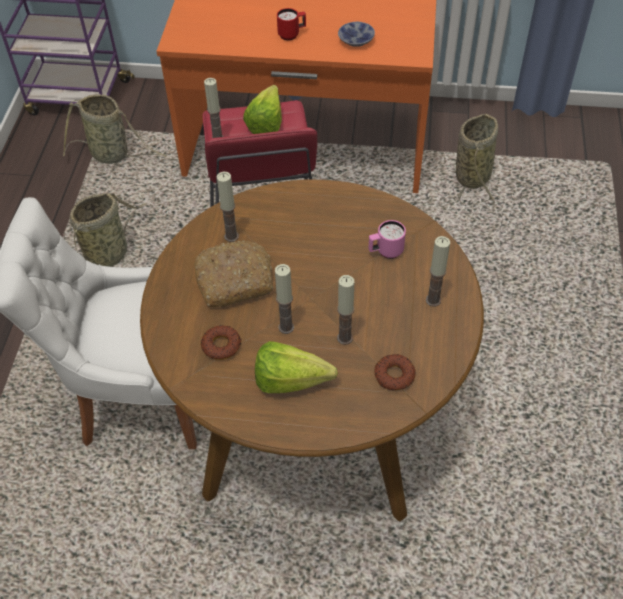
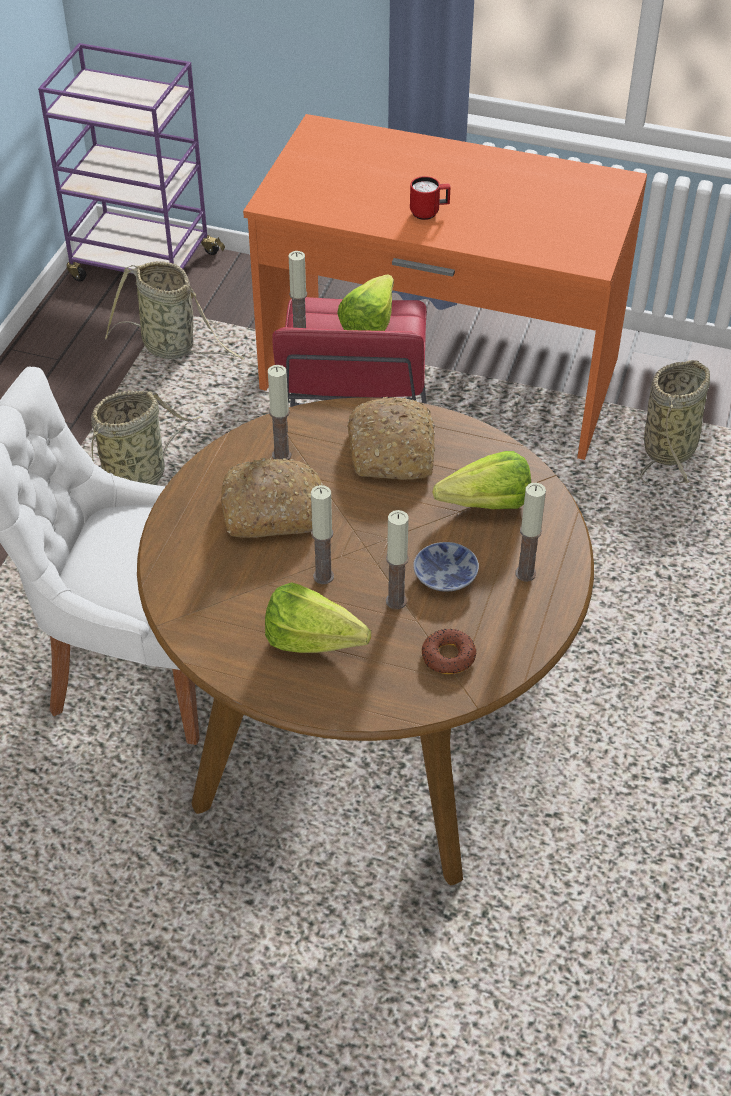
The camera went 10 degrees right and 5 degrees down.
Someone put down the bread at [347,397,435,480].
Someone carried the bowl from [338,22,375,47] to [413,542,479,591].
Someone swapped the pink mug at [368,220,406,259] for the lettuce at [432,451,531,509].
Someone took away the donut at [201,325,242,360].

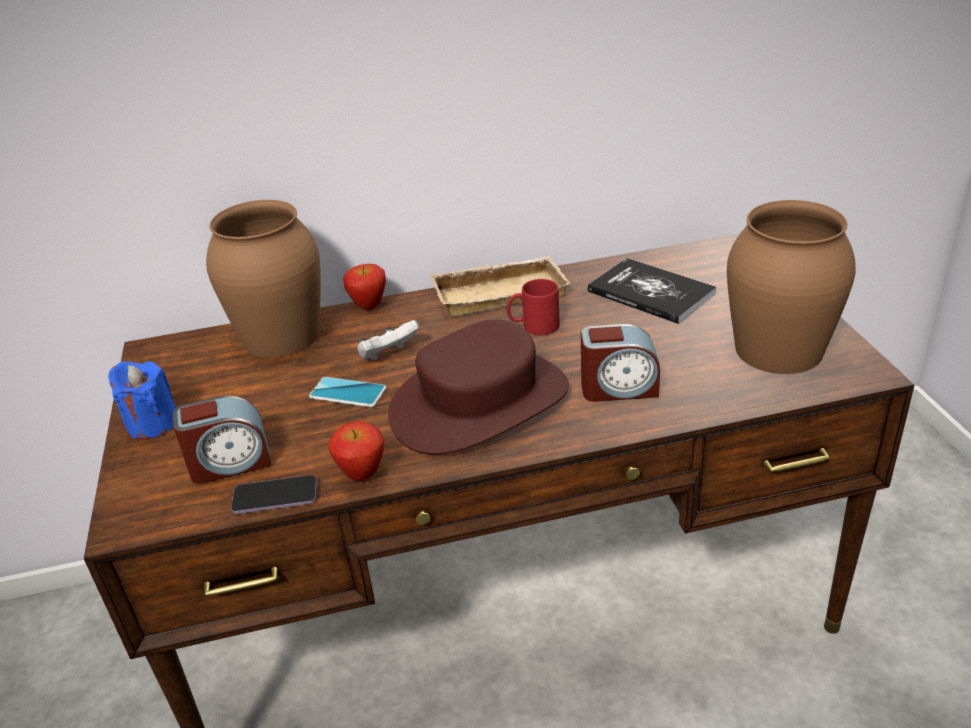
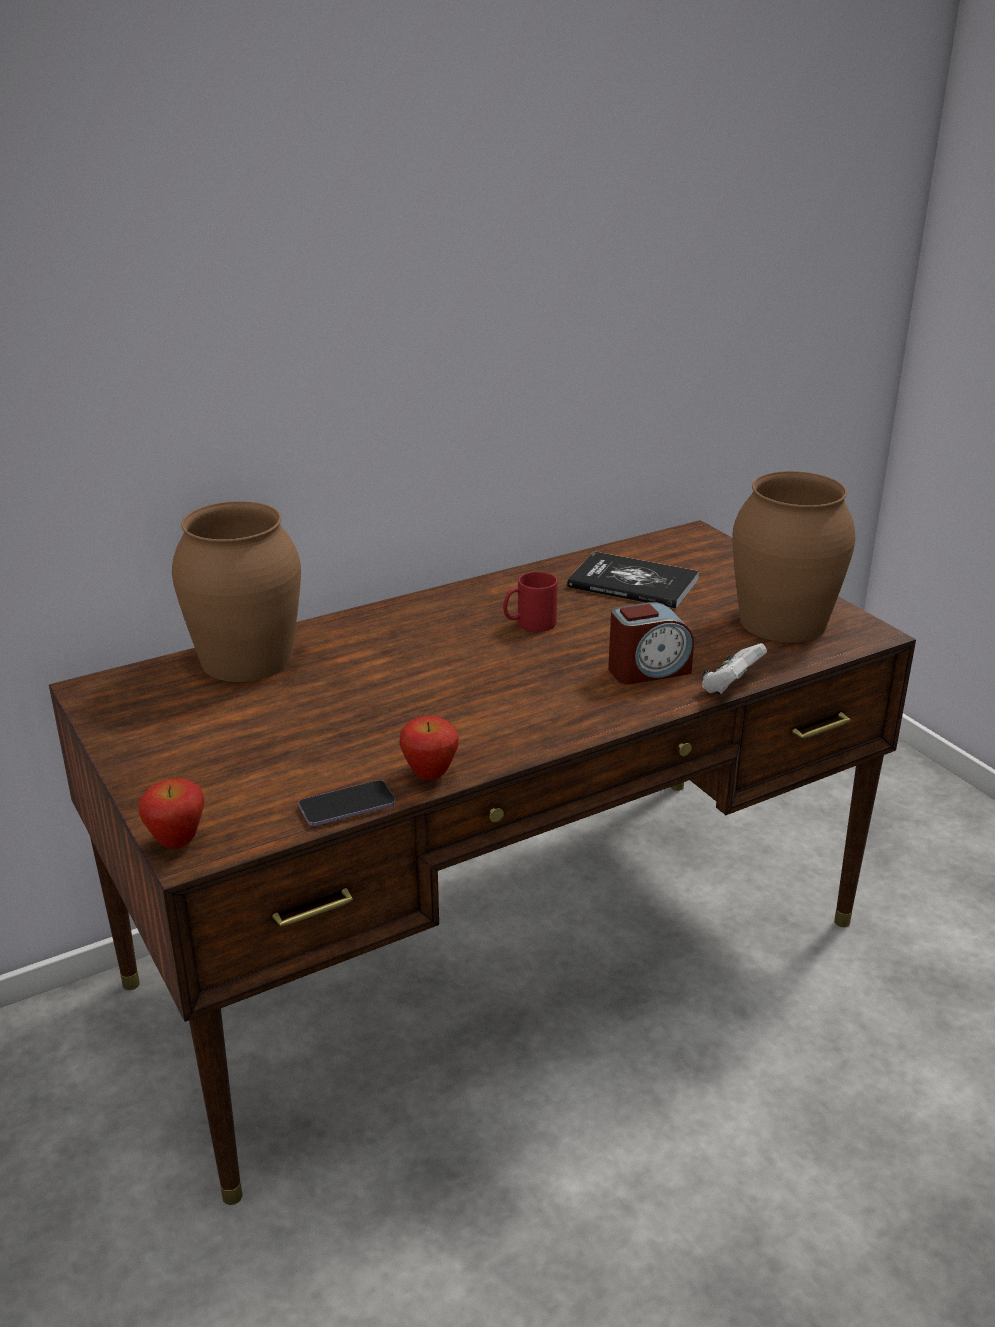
The camera went 20 degrees left and 5 degrees down.
Someone carried the apple from [343,264,386,310] to [138,778,204,849].
Someone carried the white game controller from [358,320,419,361] to [702,643,767,694].
Someone took away the blue candle at [108,361,176,440].
Someone took away the alarm clock at [173,395,272,484].
Someone took away the phone at [309,377,386,407].
Someone took away the brown hat at [388,320,569,455].
Someone took away the beige tray at [430,256,570,316].

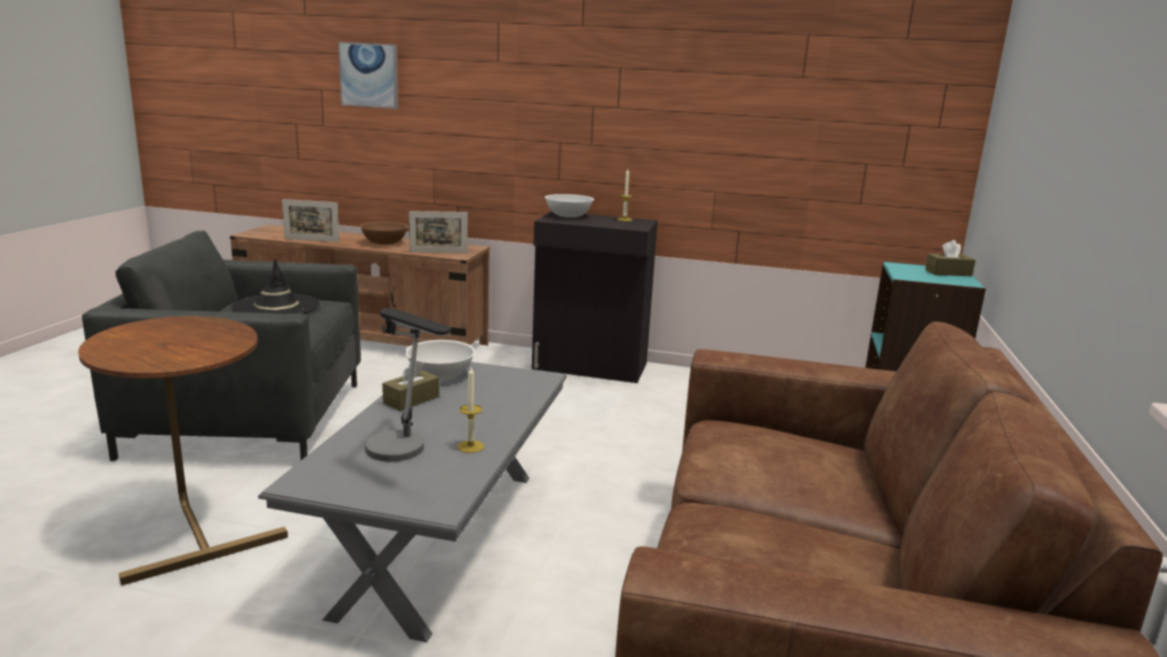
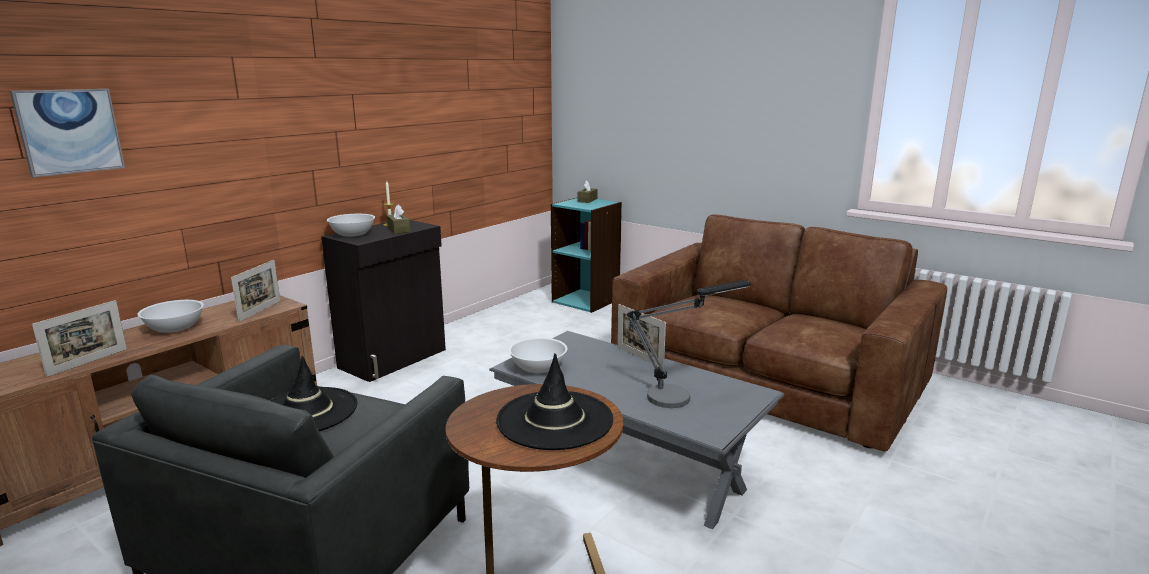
The camera went 65 degrees left and 0 degrees up.
Someone repainted the brown bowl at [360,222,408,245], which became the white bowl at [138,300,204,333].
Someone carried the brown tissue box from [382,361,439,411] to [387,205,411,234].
Someone put down the black hat at [496,353,613,450].
Someone put down the picture frame at [617,304,666,368].
Someone took away the candle at [457,367,484,453].

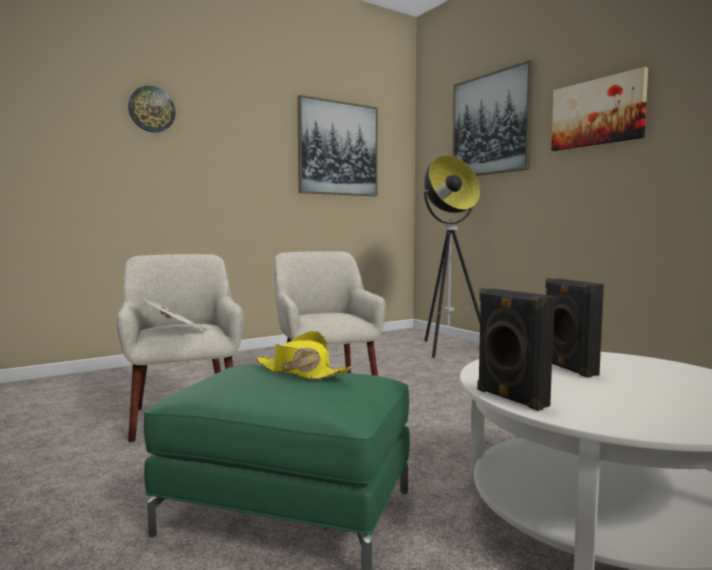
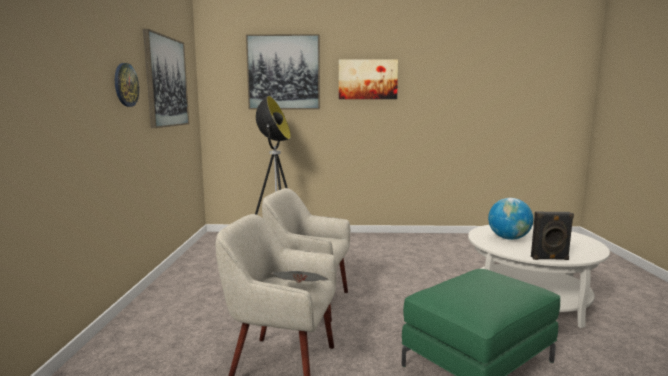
The camera went 55 degrees left and 5 degrees up.
Someone carried the wall clock from [128,86,176,133] to [115,63,139,107].
Someone swapped the black speaker at [545,278,604,378] for the globe at [488,198,534,240].
Someone took away the yellow hat at [256,331,353,380].

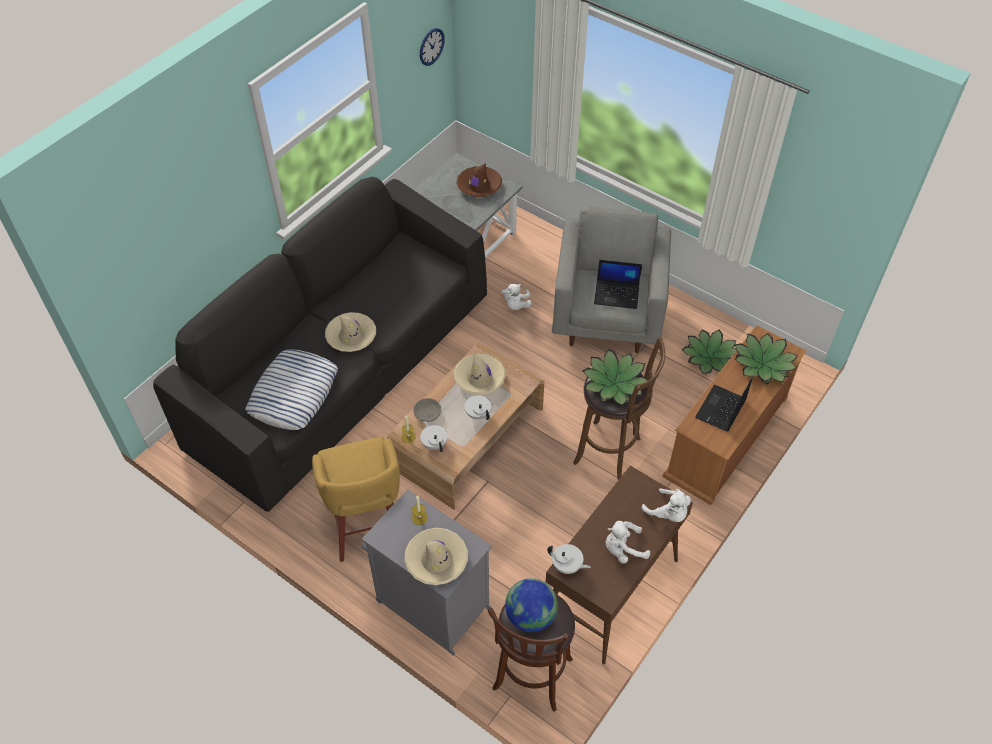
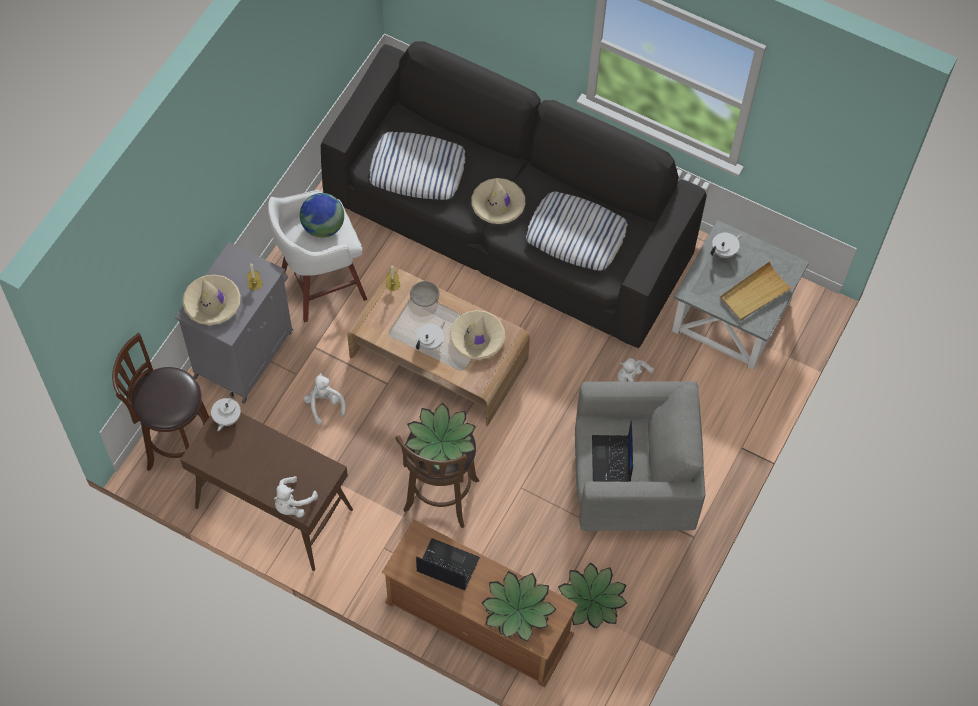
The camera went 80 degrees right and 10 degrees up.
Someone repainted the yellow stool at [312,437,400,562], which became the white stool at [267,190,367,322].
Someone carried the globe from [505,578,558,632] to [300,193,344,238].
Someone carried the white plush toy from [606,521,650,564] to [303,373,346,425].
Someone put down the pillow at [526,192,628,271].
Someone carried the white teapot from [420,421,447,452] to [711,233,743,258].
Someone swapped the brown hat at [457,163,502,197] for the beige tray at [720,261,793,321].
Someone took away the wall clock at [420,28,445,66].

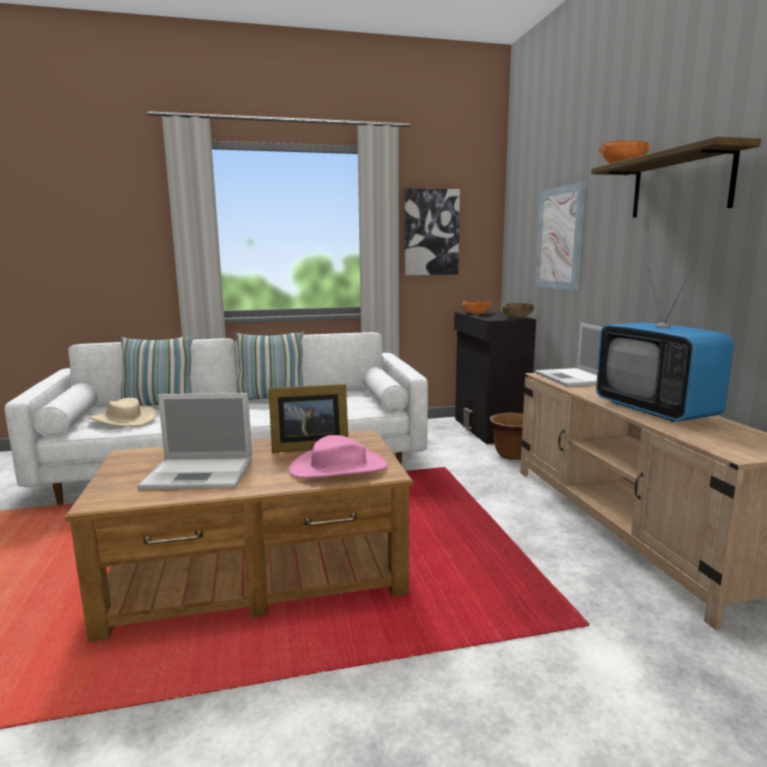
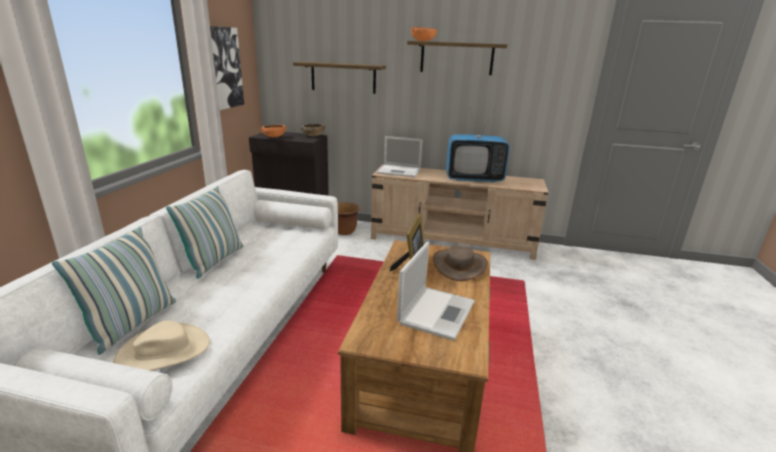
The camera went 65 degrees left and 10 degrees up.
Someone swapped the picture at [535,182,586,291] for the shelf at [293,61,386,94].
Someone repainted the pink hat at [289,435,388,478], which became the brown hat at [433,245,488,281].

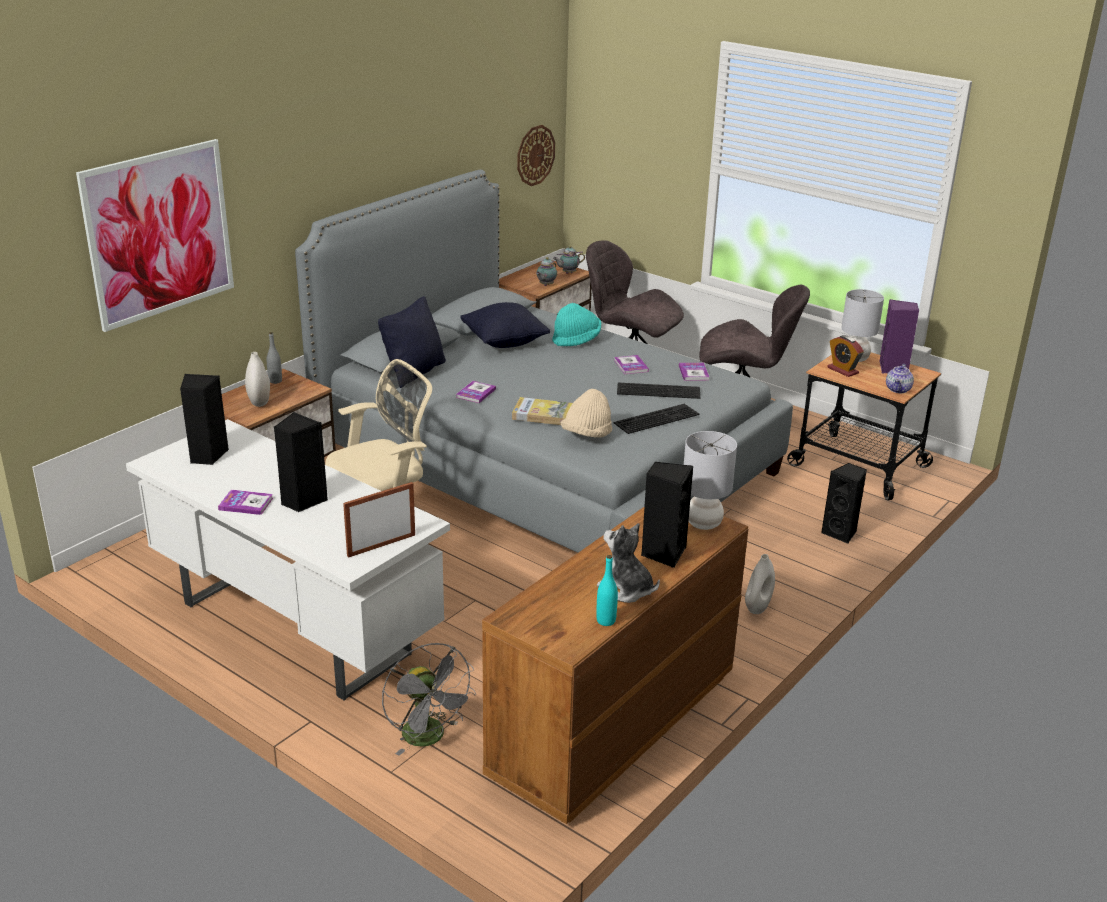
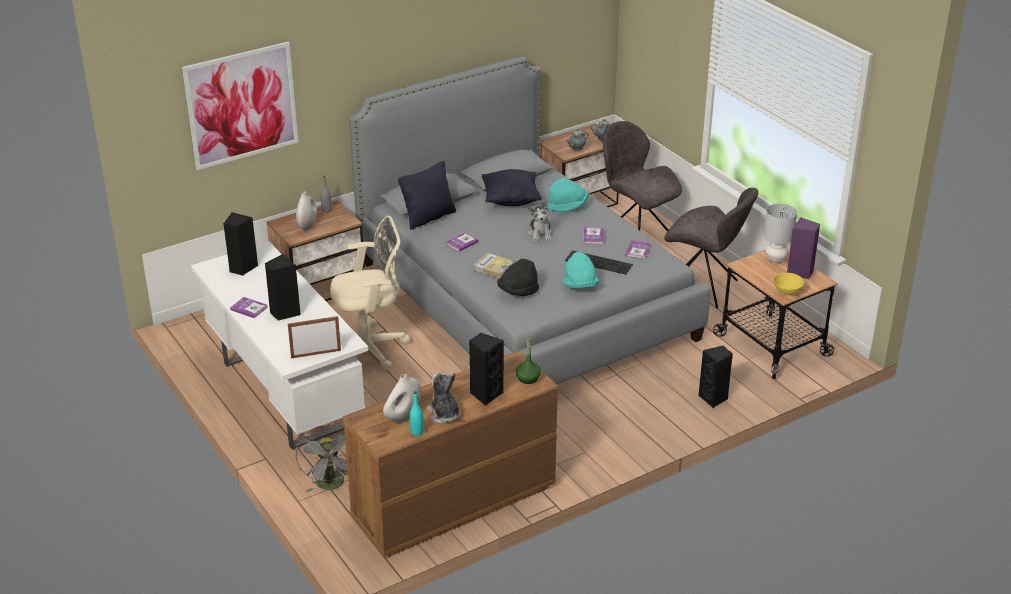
The camera went 20 degrees right and 5 degrees up.
Someone carried the white vase from [745,554,775,614] to [383,374,422,423].
Someone repainted the beige hat at [560,389,612,438], which became the black hat at [497,259,539,296].
Someone swapped the grey table lamp at [684,431,737,530] for the green bottle at [516,339,541,384].
Someone put down the plush toy at [528,201,553,242].
Someone swapped the keyboard at [614,404,699,434] for the turquoise hat at [563,252,599,288].
Someone swapped the teapot at [886,364,914,393] for the yellow bowl at [774,273,804,295].
Someone took away the wall clock at [517,125,555,186].
Someone took away the alarm clock at [827,335,864,377].

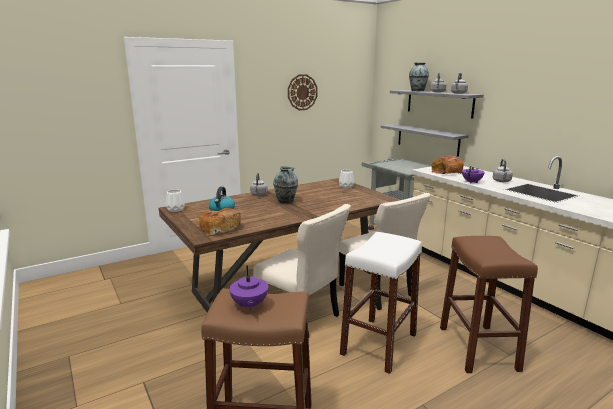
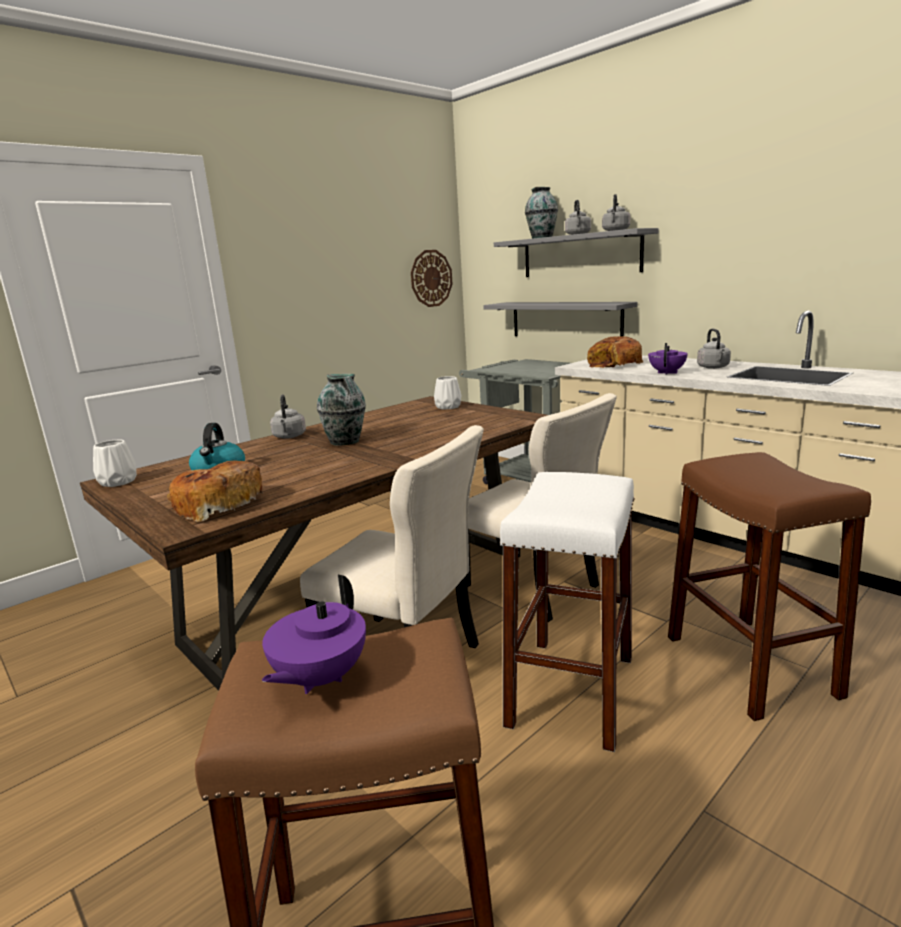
The camera went 10 degrees left and 0 degrees up.
Someone rotated the purple teapot at [229,265,268,311] by 45 degrees clockwise.
Someone carried the wall clock from [288,74,317,110] to [411,250,452,307].

